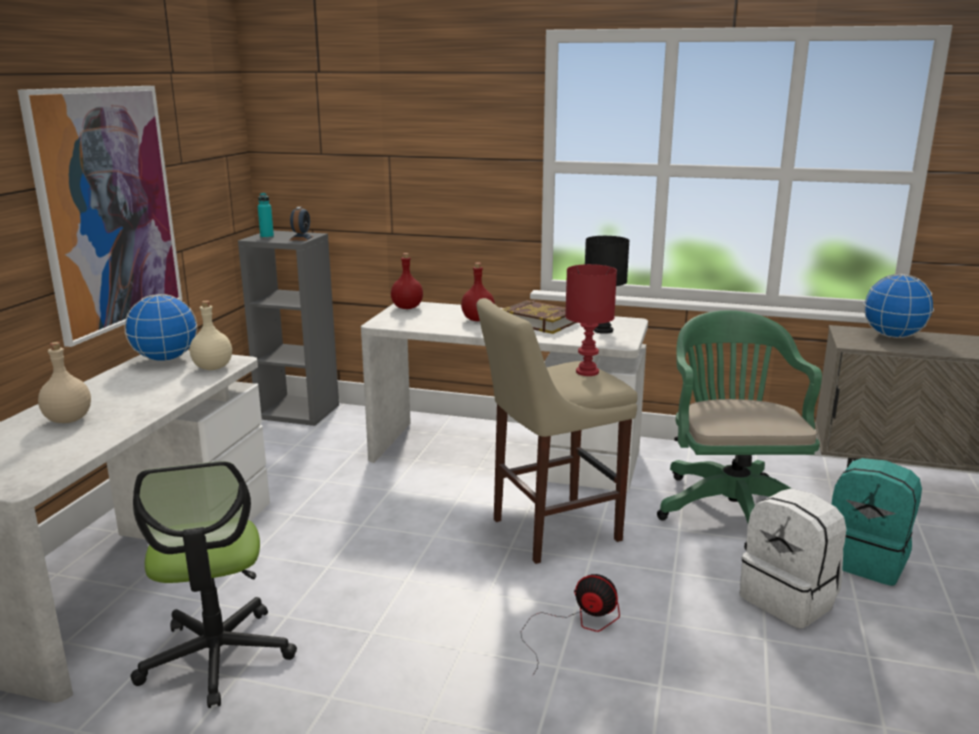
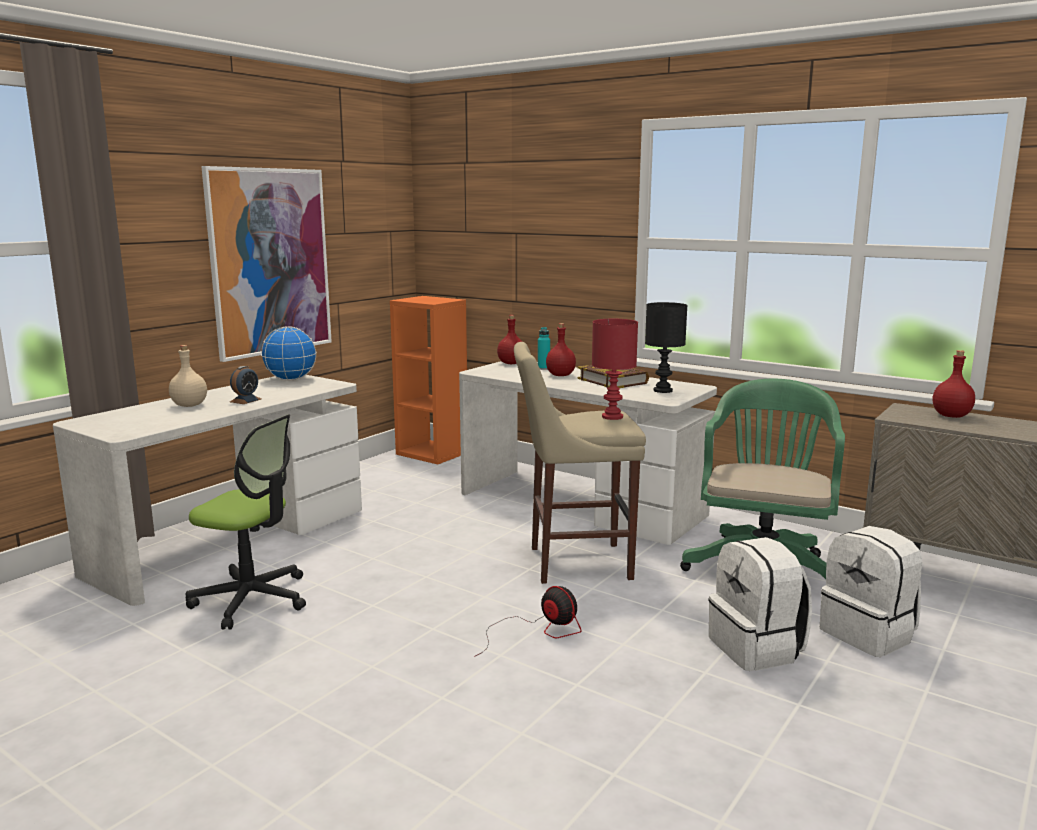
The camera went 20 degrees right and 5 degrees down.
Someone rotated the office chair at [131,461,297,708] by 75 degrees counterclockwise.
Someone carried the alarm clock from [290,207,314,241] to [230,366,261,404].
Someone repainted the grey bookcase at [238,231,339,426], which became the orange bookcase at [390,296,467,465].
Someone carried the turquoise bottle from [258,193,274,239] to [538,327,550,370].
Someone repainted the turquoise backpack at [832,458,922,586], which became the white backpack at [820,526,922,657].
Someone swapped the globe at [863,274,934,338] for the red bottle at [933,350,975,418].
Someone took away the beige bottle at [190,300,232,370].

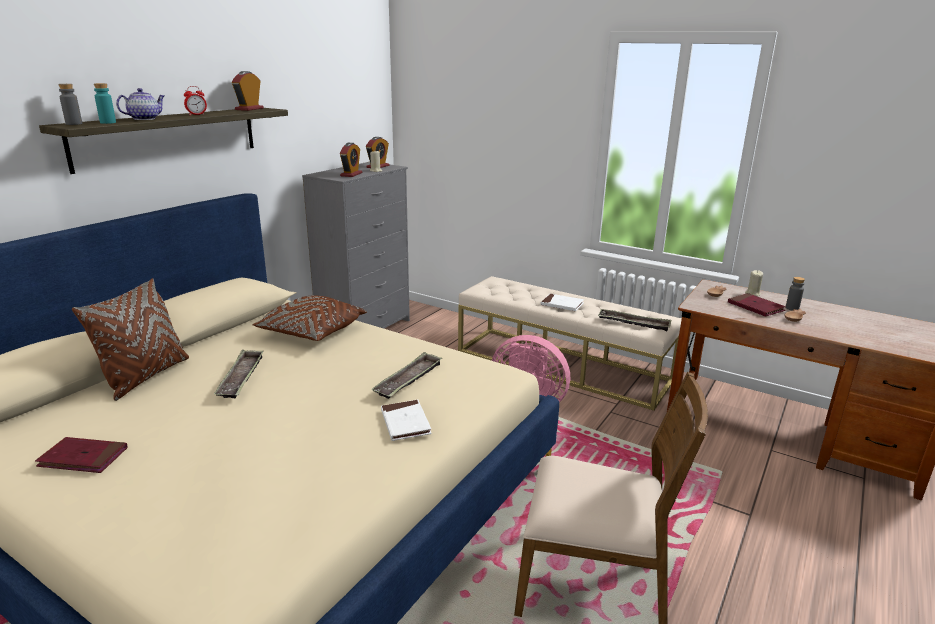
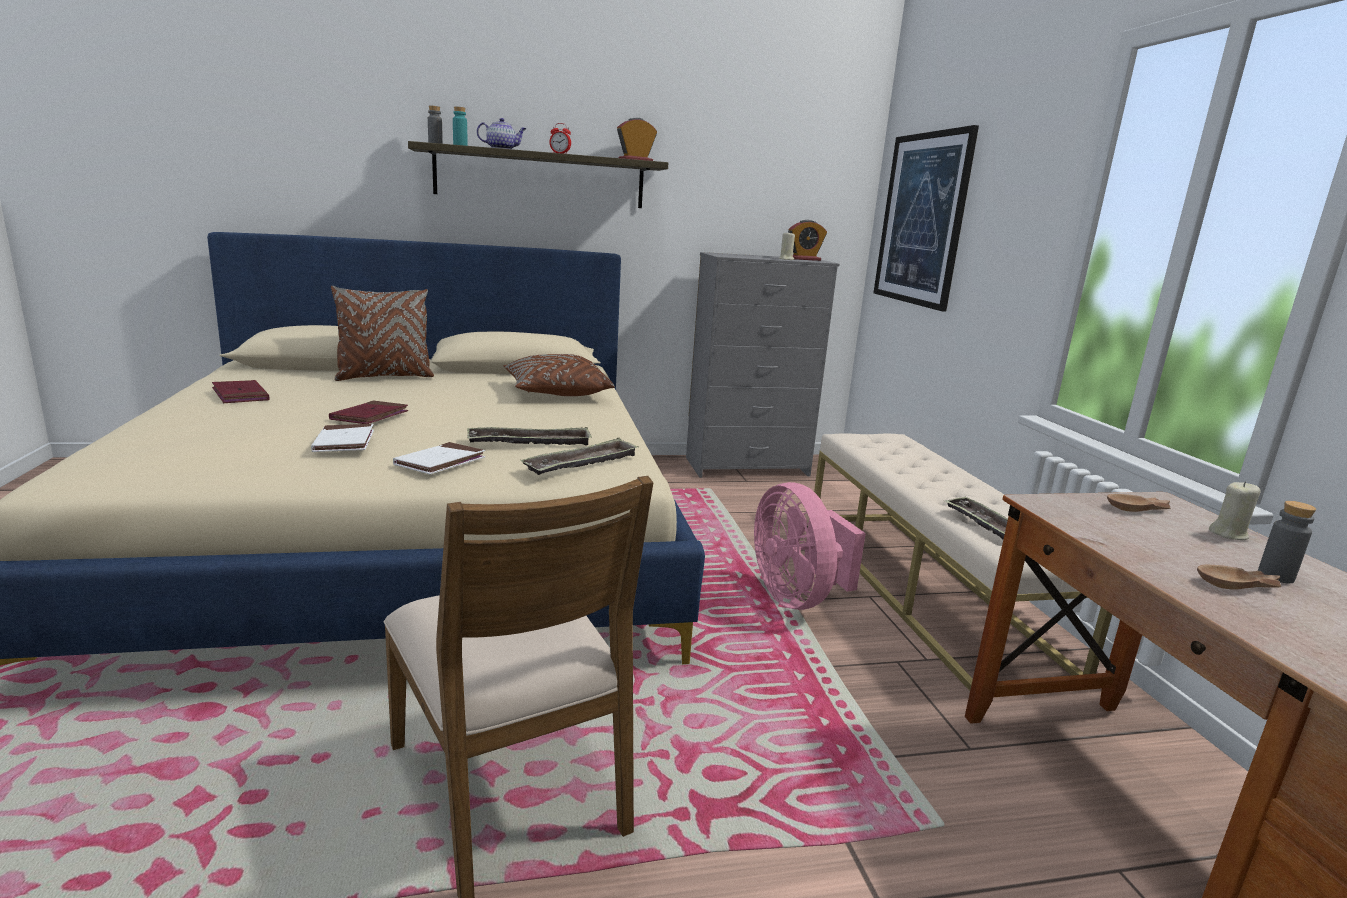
The camera went 45 degrees right and 5 degrees down.
Someone carried the white book from [541,294,584,311] to [311,424,374,452].
Someone carried the red book from [728,293,786,317] to [329,401,408,424].
Someone carried the tray from [214,350,264,398] to [520,438,639,475].
Someone put up the picture at [874,125,979,312].
Someone took away the alarm clock at [340,143,362,177].

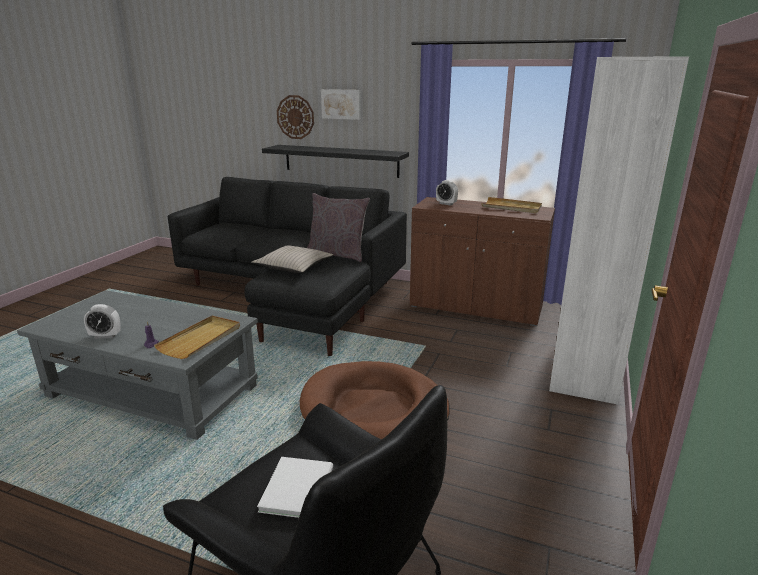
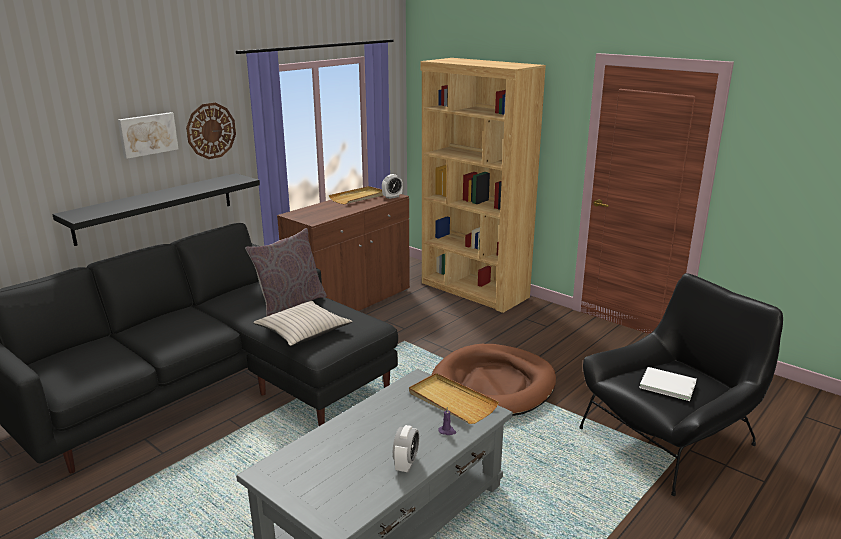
The camera went 70 degrees left and 0 degrees up.
Someone carried the wall clock from [277,95,314,139] to [186,103,236,159].
Someone carried the alarm clock from [436,180,458,206] to [382,174,403,199].
Someone repainted the white bookcase at [549,56,689,405], which became the brown bookcase at [420,58,546,313].

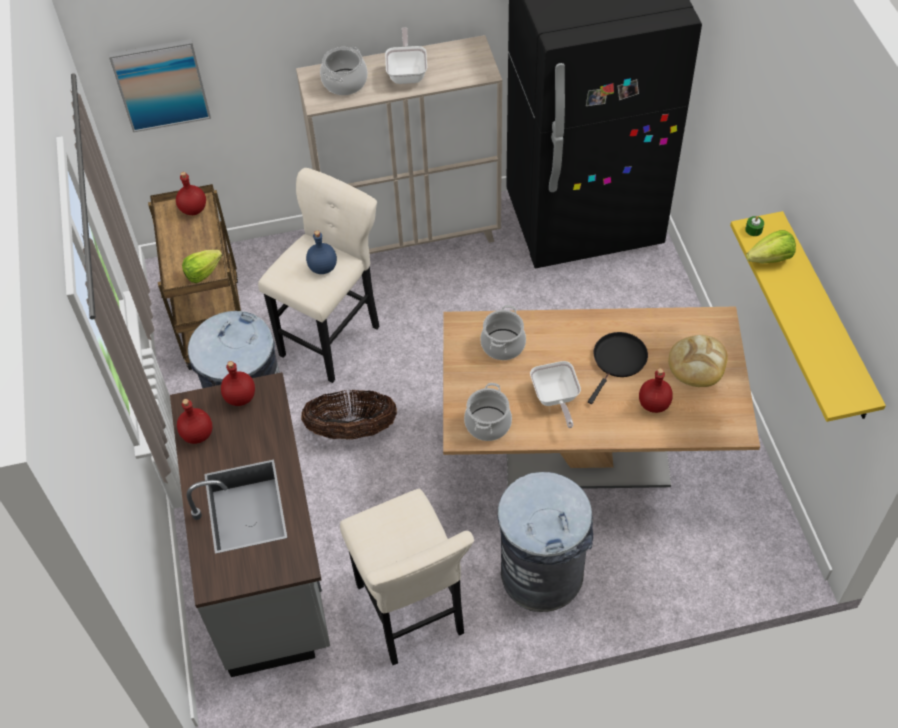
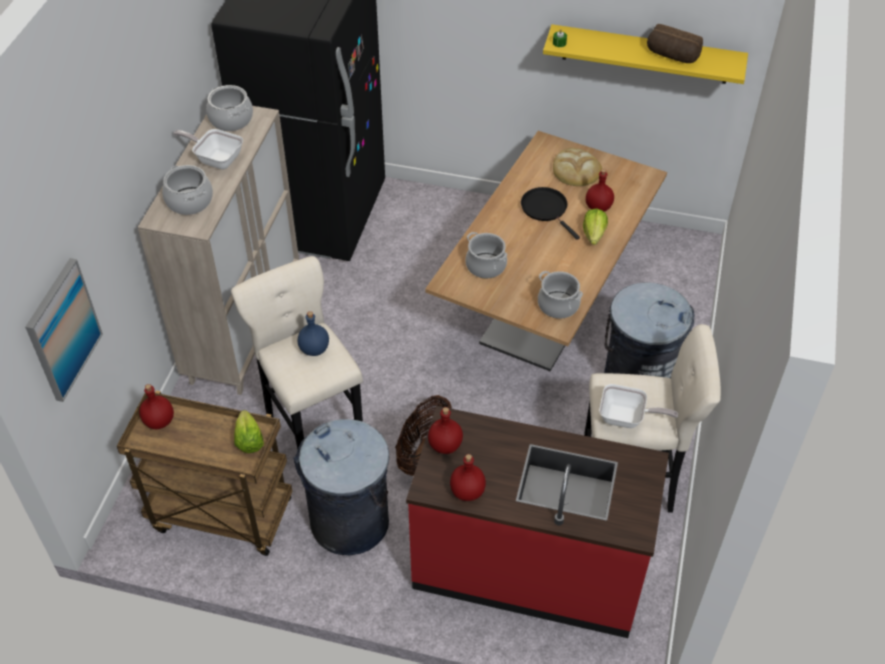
The camera went 65 degrees left and 5 degrees down.
Someone put down the cooking pot at [206,85,253,131].
Someone repainted the grey counter at [170,372,330,677], which became the red counter at [406,406,669,638].
Someone carried the lettuce from [746,230,796,264] to [583,208,608,245].
Someone carried the frying pan from [530,361,581,428] to [599,384,678,428].
Someone put down the bread at [647,24,703,63].

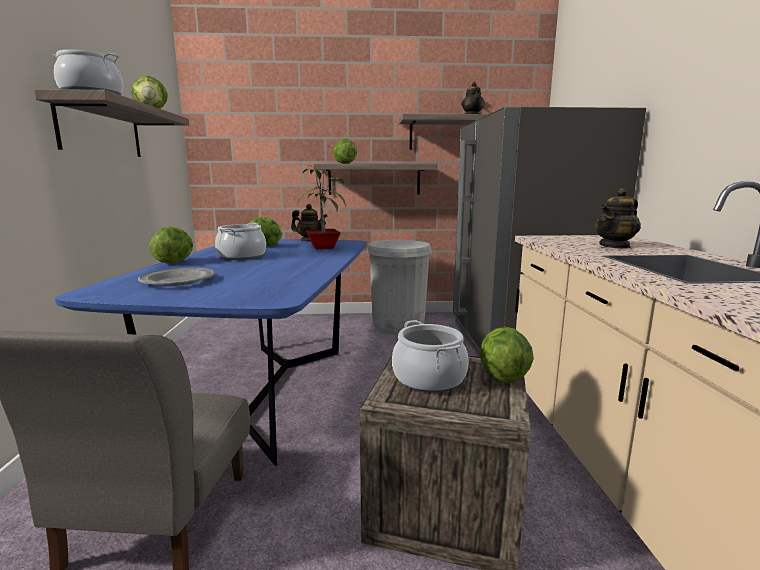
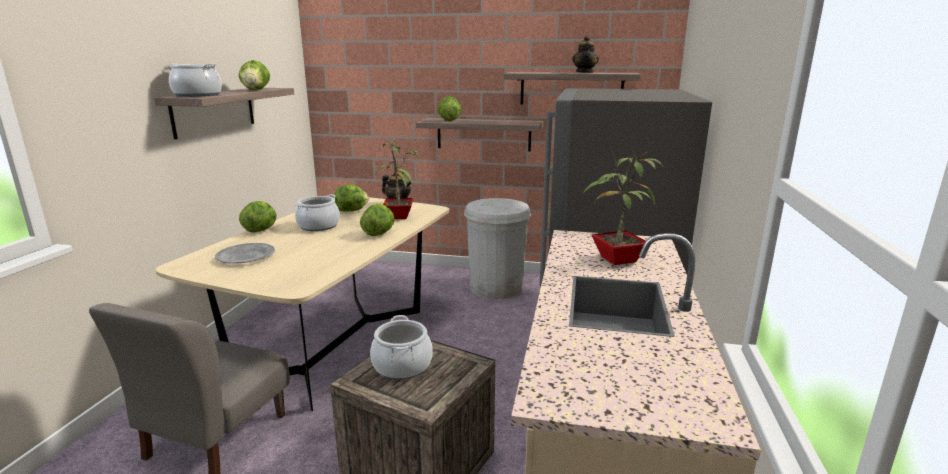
The camera went 15 degrees right and 5 degrees up.
Someone repainted the blue dining table at [55,239,367,466], which became the beige dining table at [155,197,449,411].
Someone carried the lettuce from [480,326,534,383] to [360,204,395,236].
Someone swapped the teapot at [595,188,641,249] for the potted plant at [583,150,663,265].

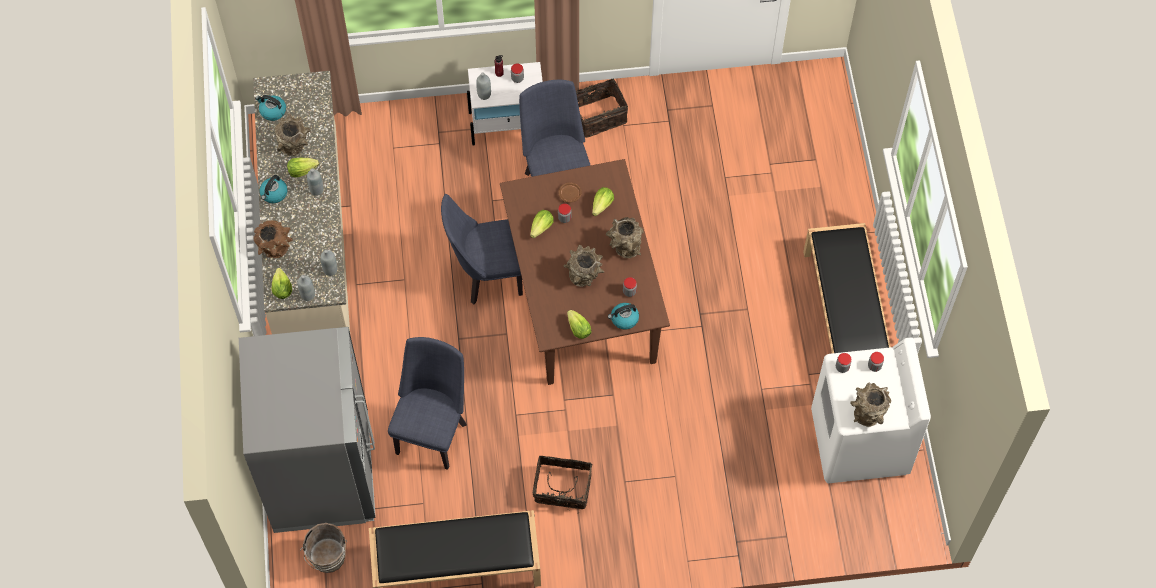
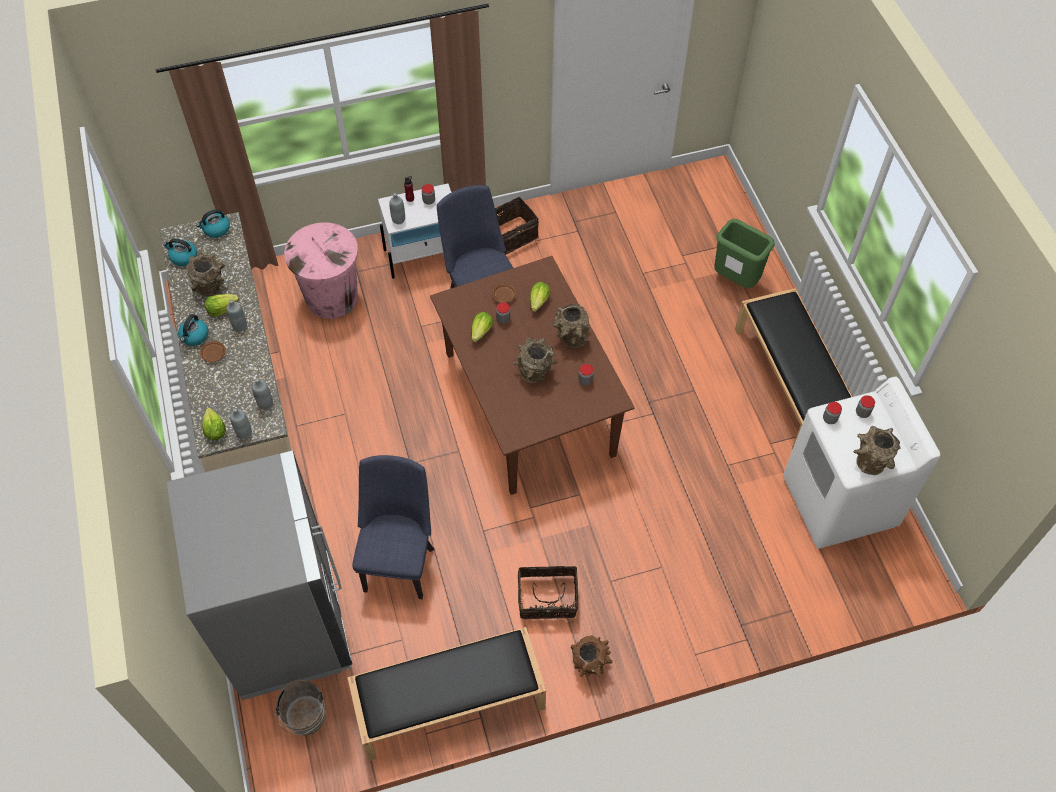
The camera went 10 degrees left and 5 degrees down.
Someone carried the kettle from [608,303,639,329] to [196,209,230,238].
Someone put down the brown plate at [200,341,226,362].
Someone put down the pink trash can at [284,222,358,319].
Someone carried the brown vase from [254,220,293,258] to [571,635,613,677].
Someone put down the green trash can at [714,219,775,288].
Someone took away the blue chair at [441,194,523,304].
Someone took away the lettuce at [567,310,592,339].

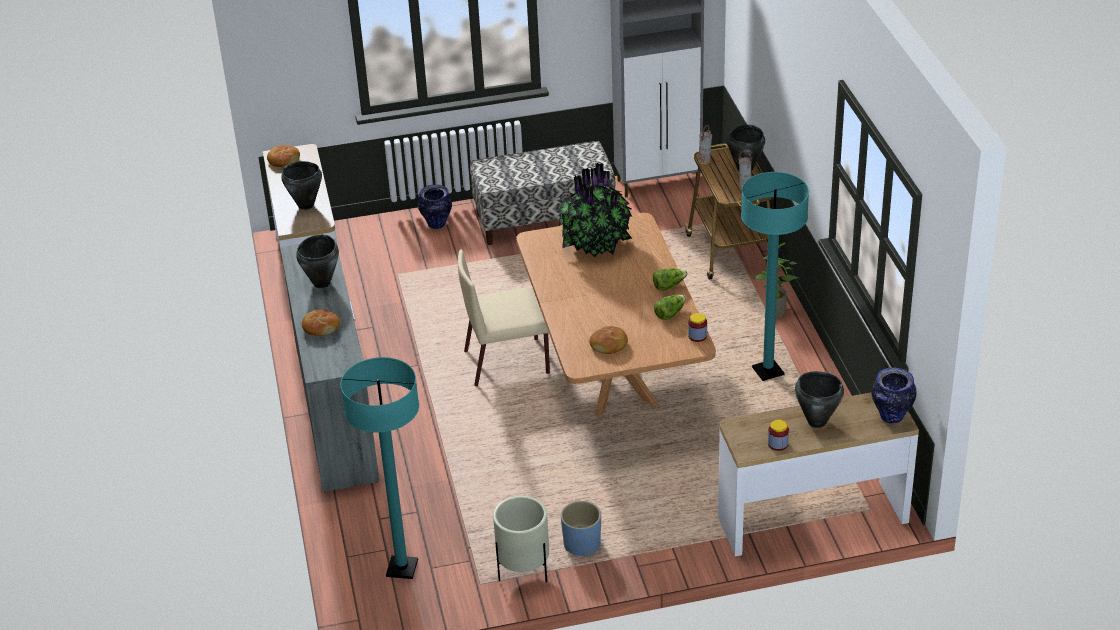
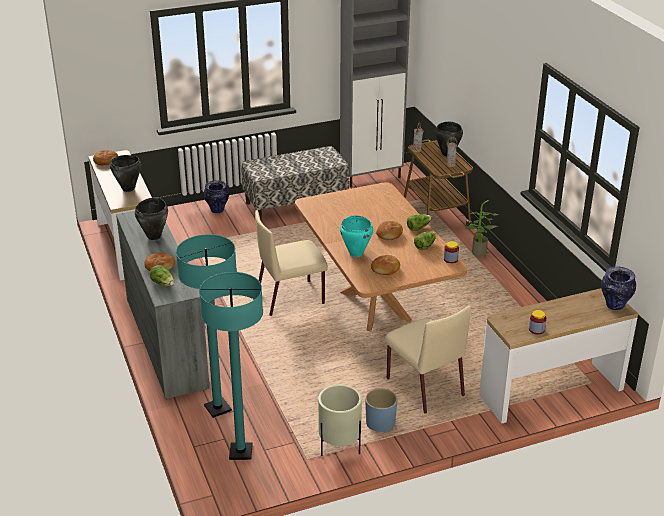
The camera went 10 degrees left and 5 degrees down.
Someone put down the lettuce at [150,265,174,286].
Someone carried the turquoise floor lamp from [741,172,809,381] to [176,234,237,418].
Someone put down the turquoise cooking pot at [340,216,373,257].
Someone put down the bread at [376,221,403,240].
Someone put down the beige chair at [385,306,471,414].
Someone took away the potted plant at [558,163,632,257].
Someone took away the black cooking pot at [795,371,844,428].

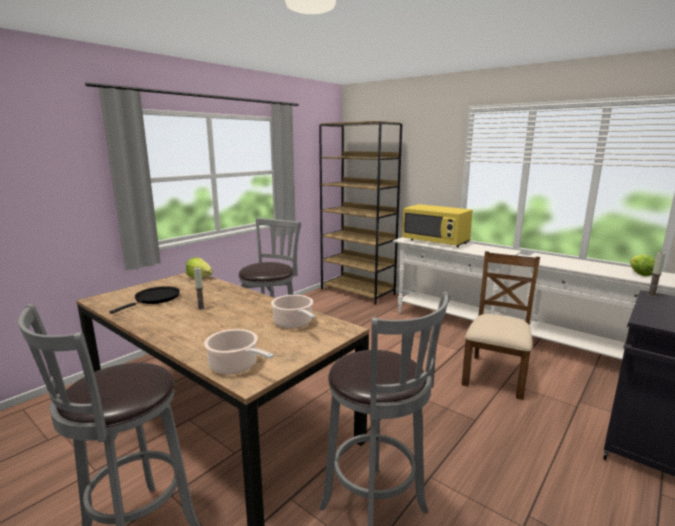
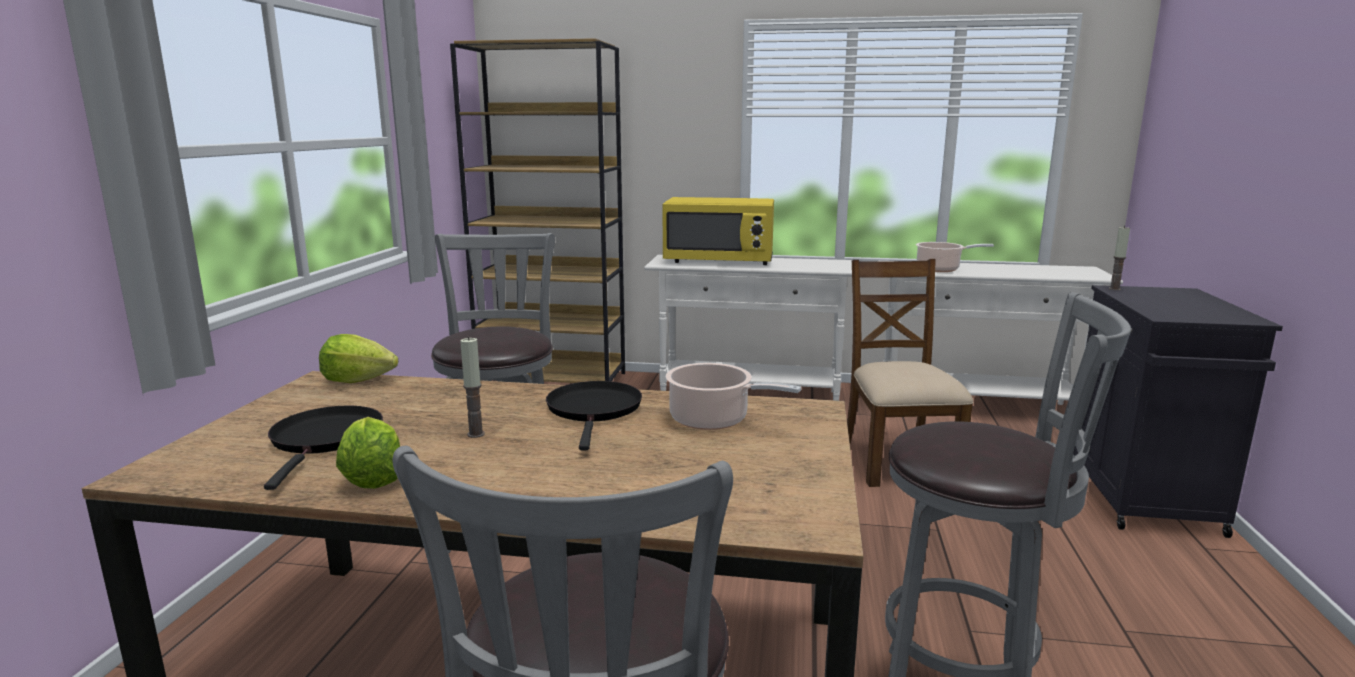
The camera went 30 degrees left and 0 degrees up.
Someone carried the lettuce from [630,255,655,276] to [336,417,400,489].
Someone put down the black frying pan at [546,381,642,450].
Someone carried the cooking pot from [204,329,274,375] to [916,242,994,272].

